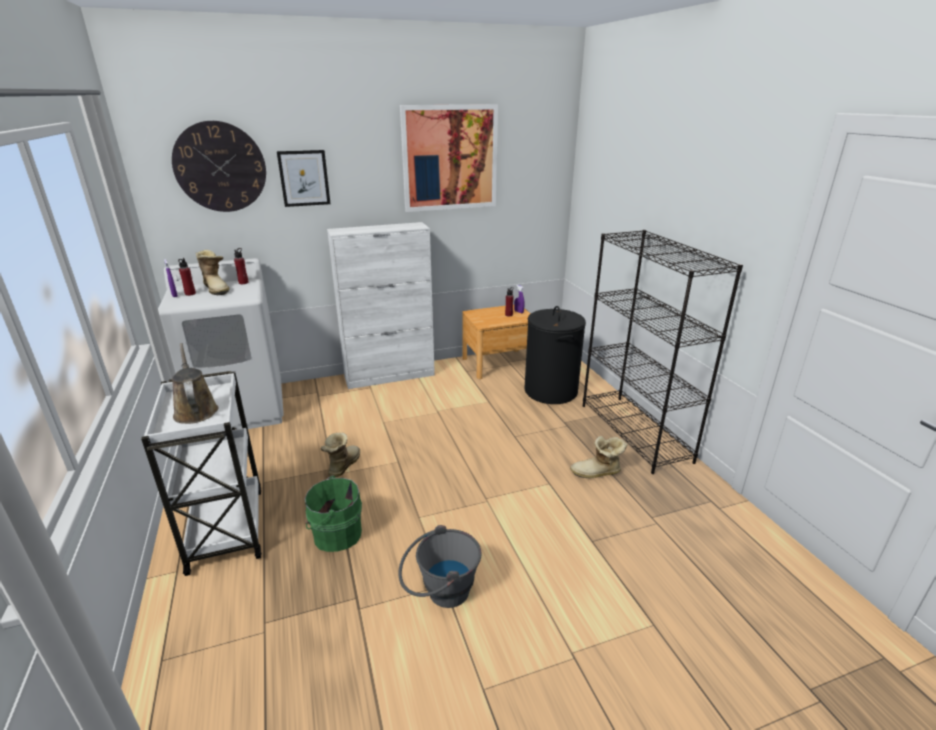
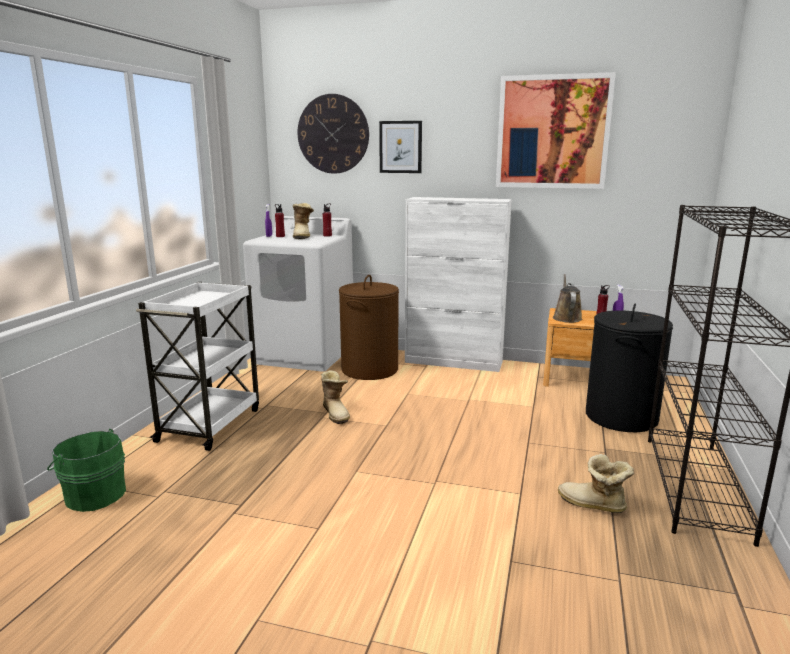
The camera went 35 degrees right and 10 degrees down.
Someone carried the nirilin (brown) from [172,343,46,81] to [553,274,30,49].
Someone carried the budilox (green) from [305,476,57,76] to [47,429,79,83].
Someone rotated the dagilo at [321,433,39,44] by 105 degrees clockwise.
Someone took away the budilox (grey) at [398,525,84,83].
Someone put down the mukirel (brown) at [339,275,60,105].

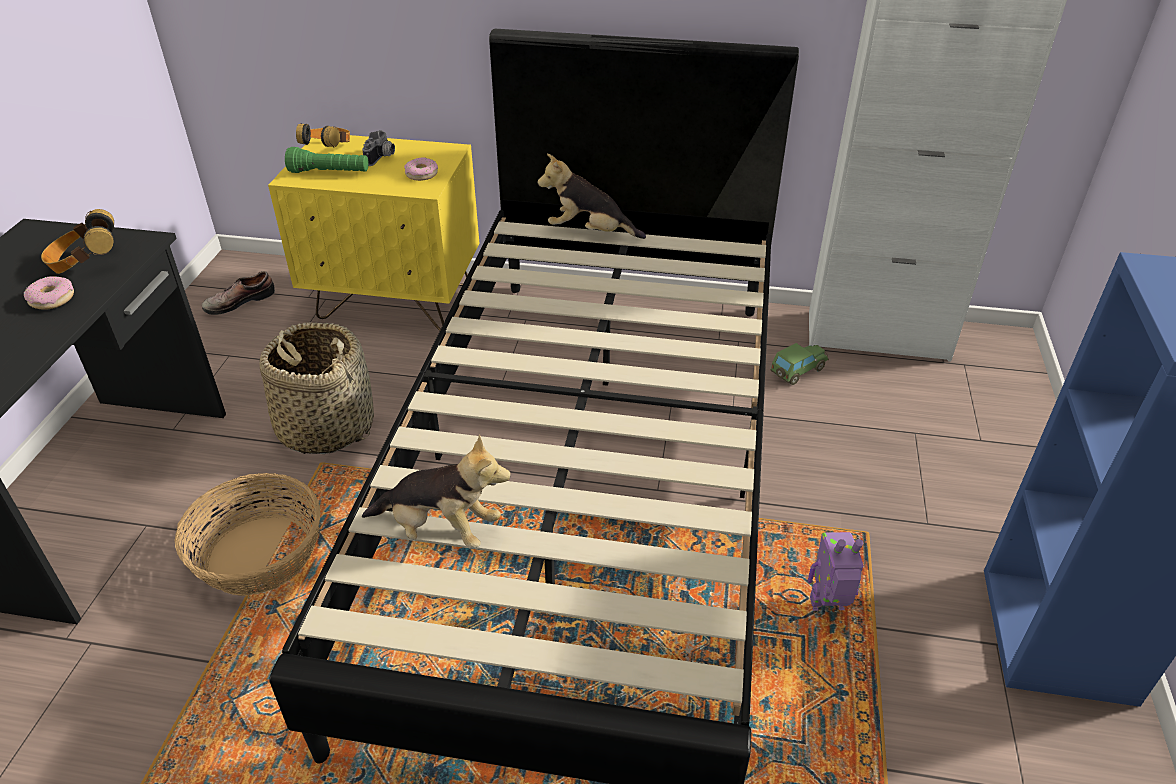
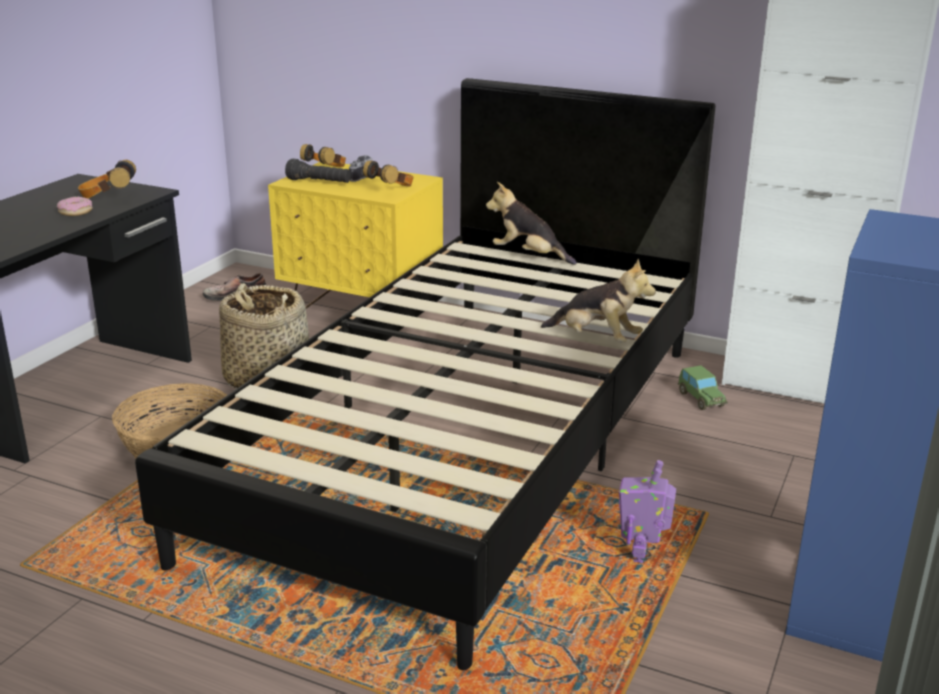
The camera went 15 degrees right and 15 degrees down.
Someone repainted the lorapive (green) at [285,147,84,26], which became the lorapive (black) at [285,159,66,24].
Someone carried the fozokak from [362,434,149,115] to [541,259,115,83].
Someone swapped the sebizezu at [404,157,34,24] for the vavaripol at [363,160,50,27].
Someone rotated the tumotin at [770,343,59,42] by 90 degrees clockwise.
Someone rotated the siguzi at [808,532,56,79] by 90 degrees counterclockwise.

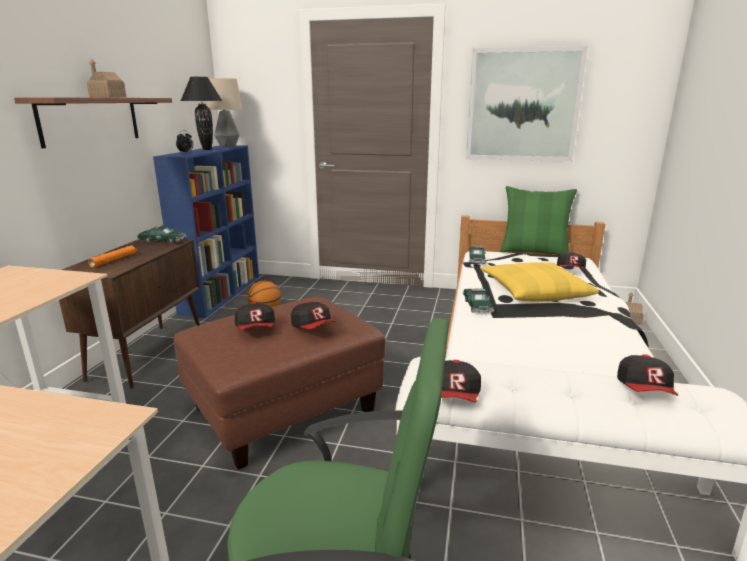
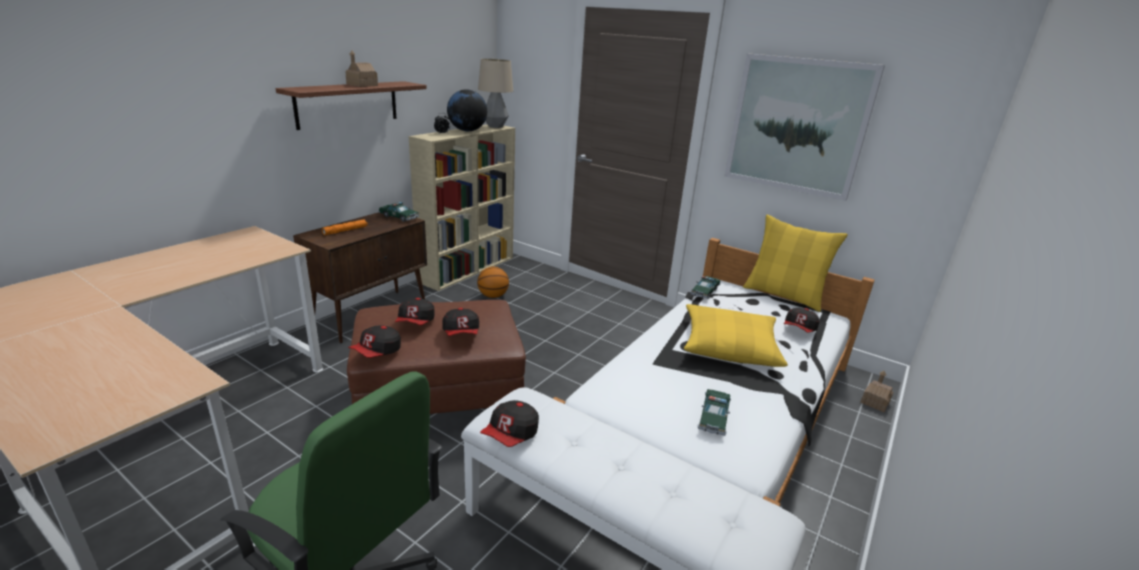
The camera went 20 degrees right and 5 degrees up.
Someone repainted the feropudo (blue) at [153,145,106,173], which became the feropudo (beige) at [409,125,106,166].
Someone swapped the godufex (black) at [181,77,41,73] for the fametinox at [447,89,40,42].
Someone carried the tumotin from [463,289,31,24] to [698,389,33,47].
Someone repainted the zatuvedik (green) at [500,186,77,69], which became the zatuvedik (yellow) at [743,215,105,97].
Someone carried the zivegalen from [617,354,61,42] to [348,325,53,33].

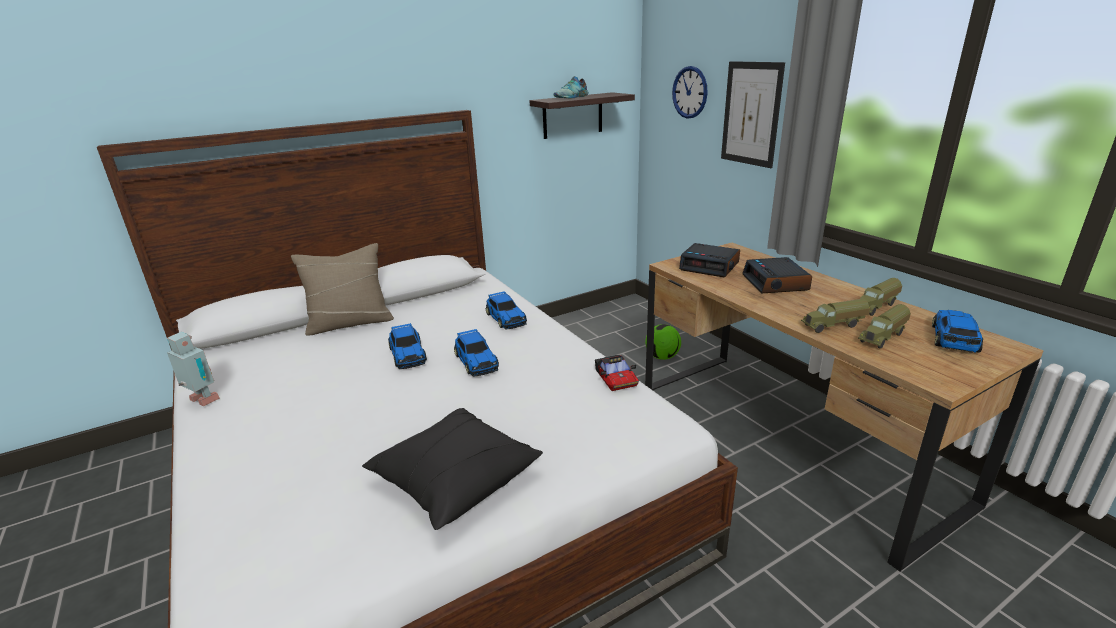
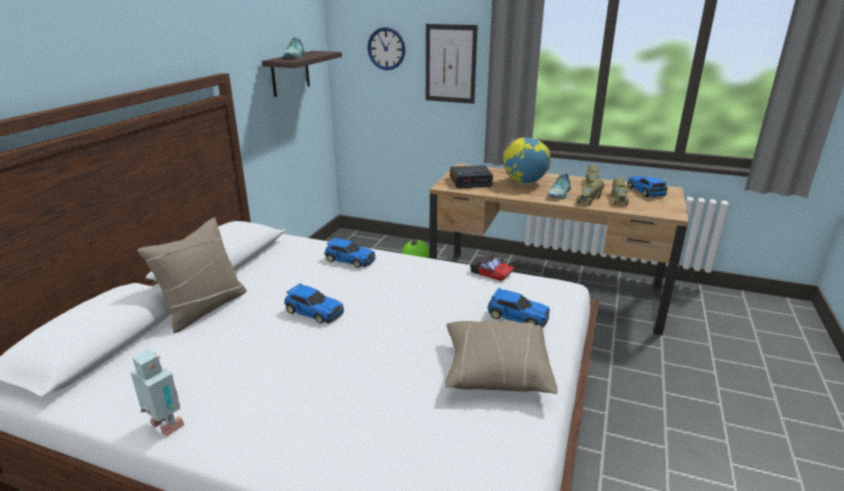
The camera went 40 degrees left and 0 degrees up.
Someone rotated the siguzi at [167,332,53,74] by 45 degrees clockwise.
Someone repainted the zatuvedik (black) at [362,408,181,122], which became the zatuvedik (beige) at [445,321,113,73].
Someone carried the tumotin from [454,329,45,48] to [487,288,63,40].
Someone swapped the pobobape at [742,257,70,36] for the fametinox at [503,138,47,47].
Someone put down the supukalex at [548,174,23,25].

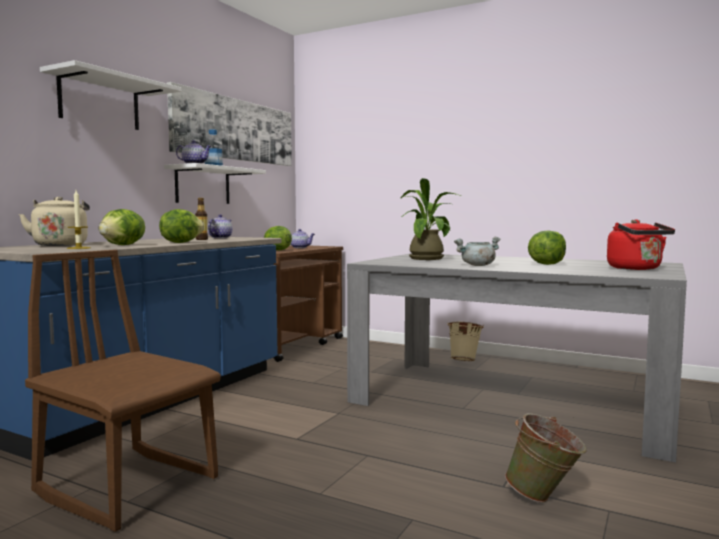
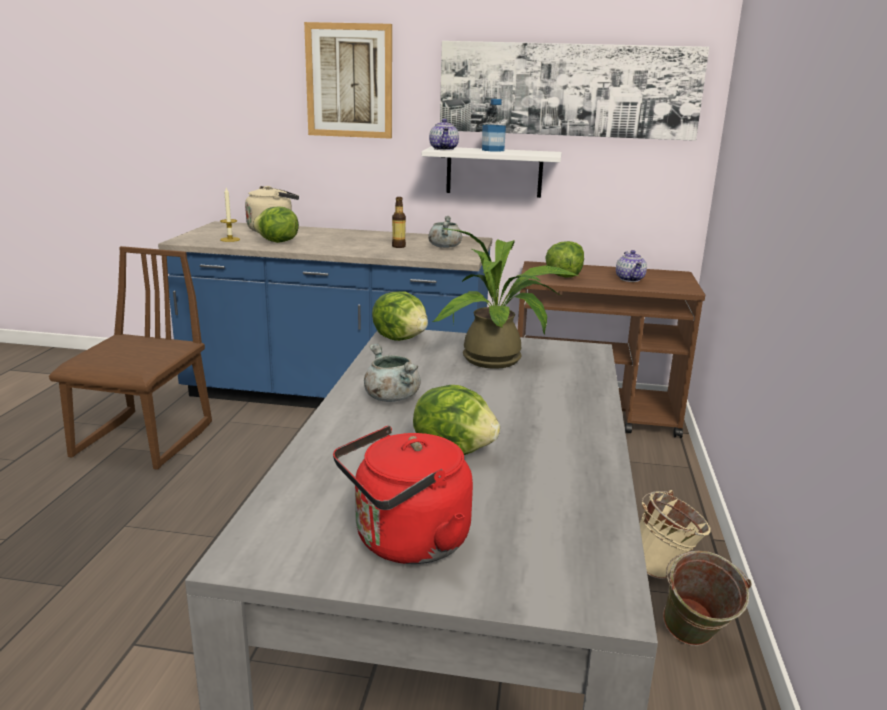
The camera went 70 degrees right and 15 degrees up.
Someone swapped the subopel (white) at [40,60,141,70] for the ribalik at [304,22,88,117].
Someone carried the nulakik from [159,209,46,34] to [372,291,56,50].
Someone swapped the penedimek at [208,214,24,24] for the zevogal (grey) at [428,216,34,32].
Someone carried the budilox (green) from [505,413,82,90] to [663,550,89,96].

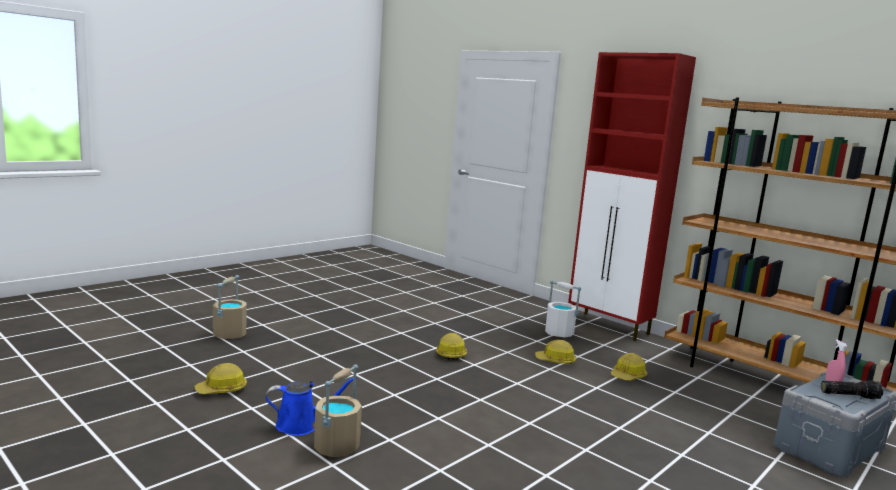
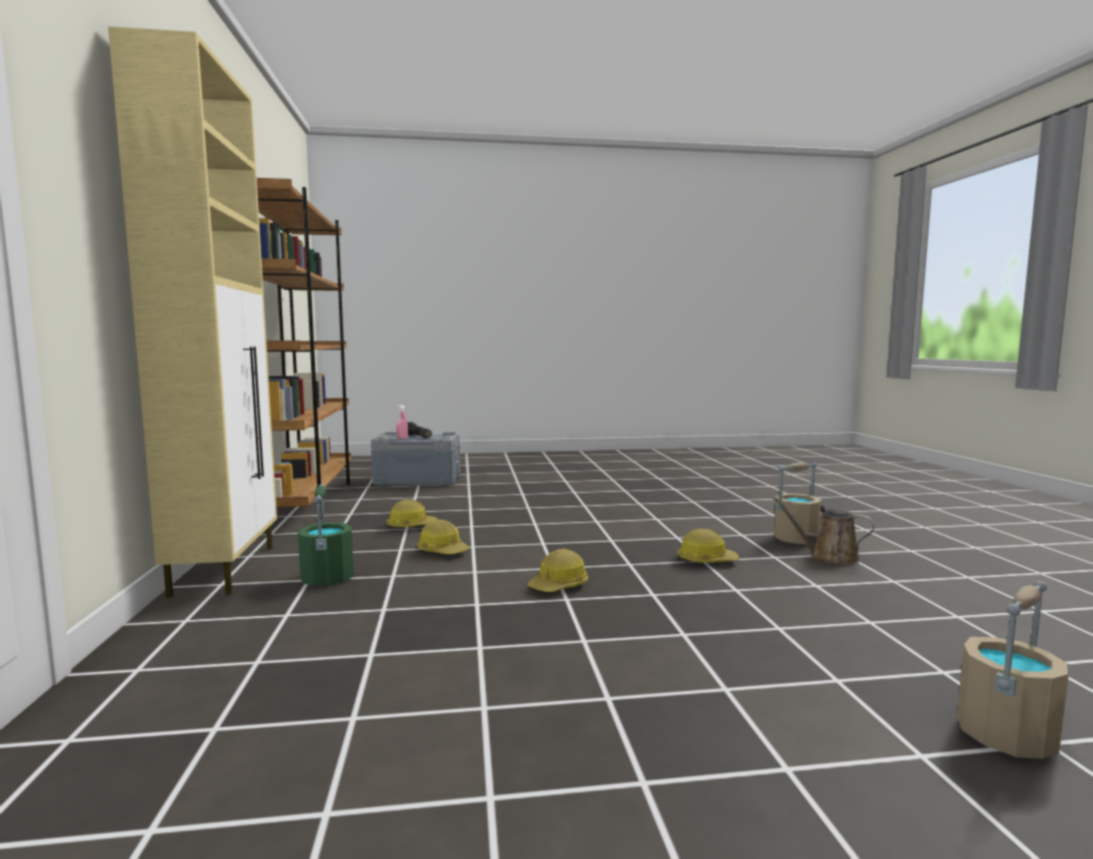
The camera went 140 degrees left and 5 degrees down.
Someone carried the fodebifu from [195,363,52,31] to [678,529,61,34].
Someone repainted the nirilin (blue) at [265,377,92,59], which became the nirilin (brown) at [772,496,103,69].
Someone repainted the budilox (white) at [545,281,36,56], which became the budilox (green) at [298,484,56,102].
Someone repainted the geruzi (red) at [568,52,128,289], which became the geruzi (beige) at [108,26,169,572].

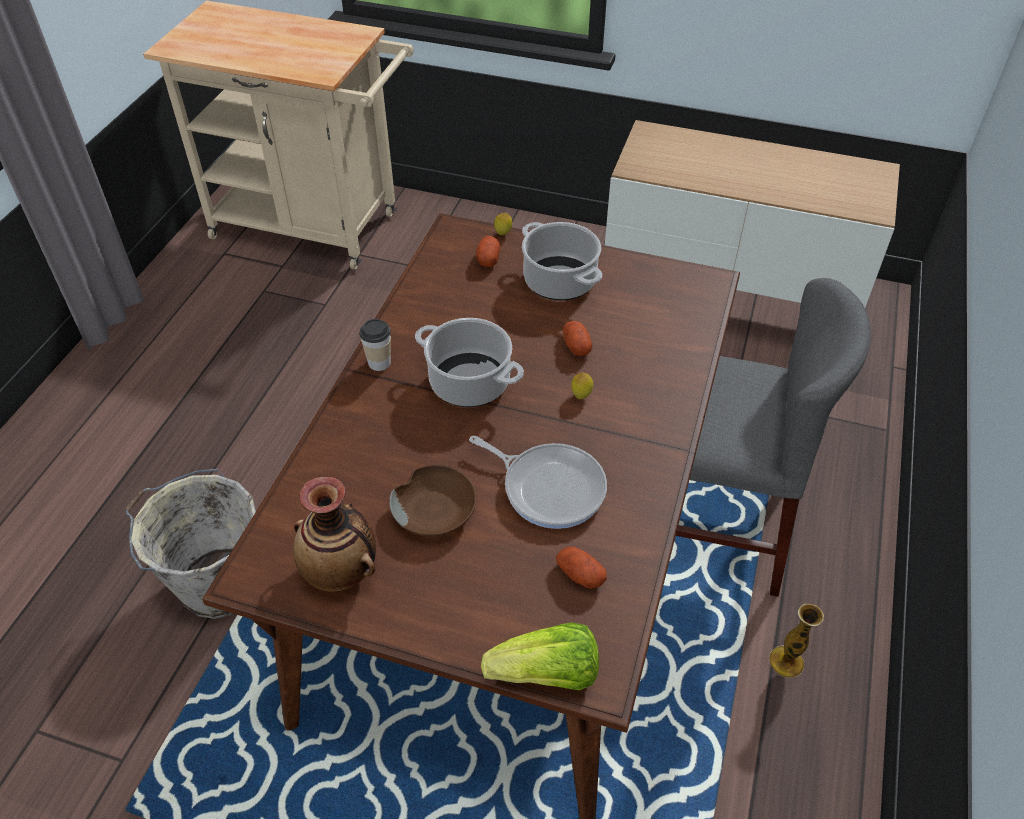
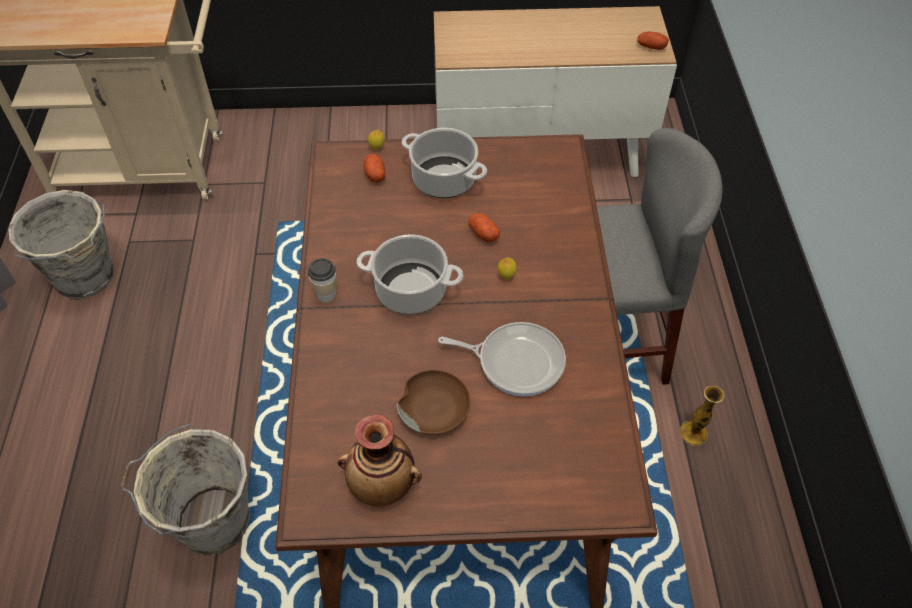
The camera went 20 degrees left and 5 degrees up.
Someone took away the nulakik at [481,622,118,68].
Someone carried the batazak from [556,547,51,42] to [637,32,32,18].
Someone put down the budilox (grey) at [8,190,106,109].

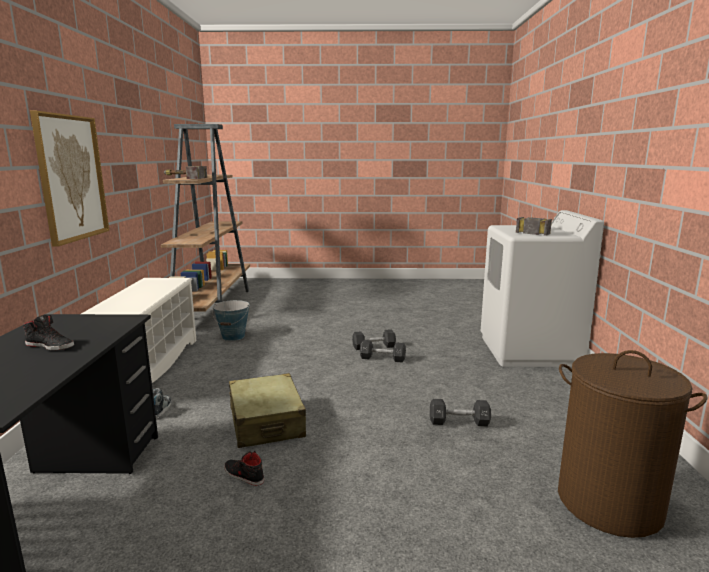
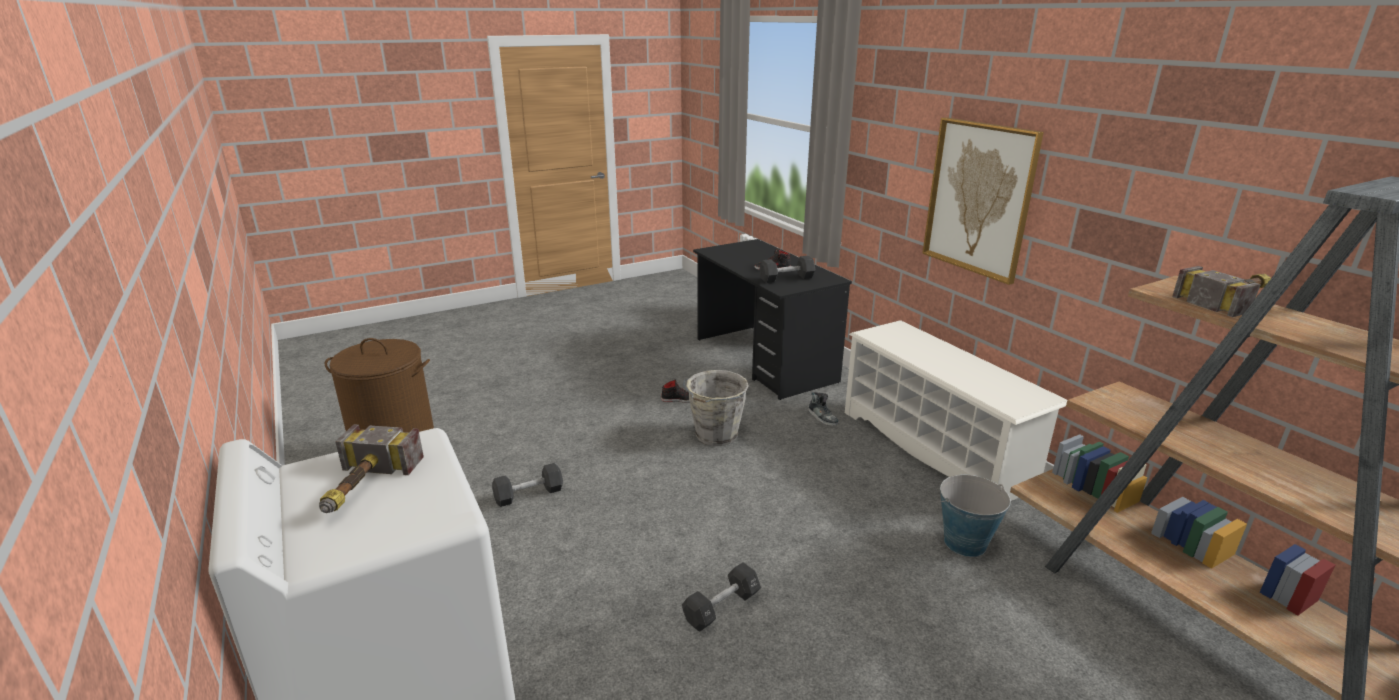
The camera went 150 degrees right and 10 degrees up.
Someone swapped the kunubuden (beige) at [229,373,77,75] for the budilox (grey) at [683,370,66,76].
Someone carried the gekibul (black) from [360,340,46,23] to [759,256,56,27].

